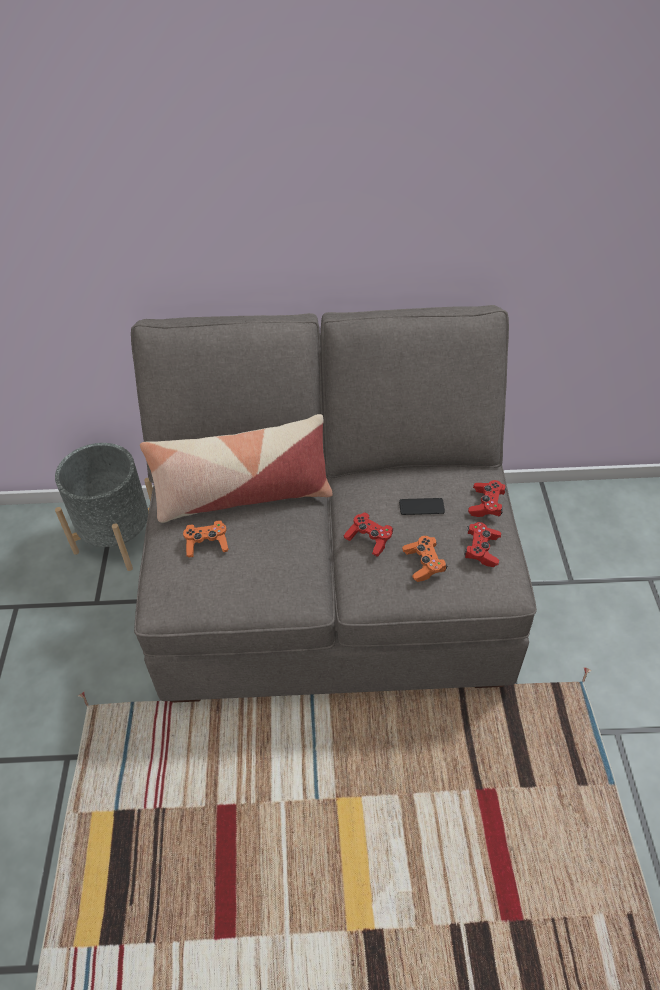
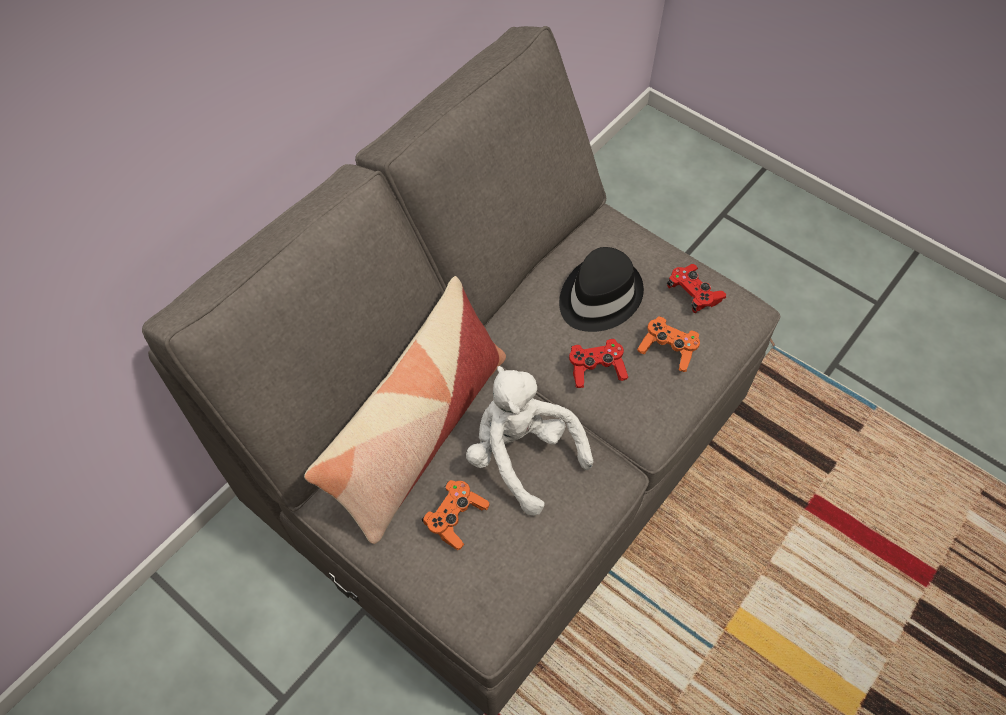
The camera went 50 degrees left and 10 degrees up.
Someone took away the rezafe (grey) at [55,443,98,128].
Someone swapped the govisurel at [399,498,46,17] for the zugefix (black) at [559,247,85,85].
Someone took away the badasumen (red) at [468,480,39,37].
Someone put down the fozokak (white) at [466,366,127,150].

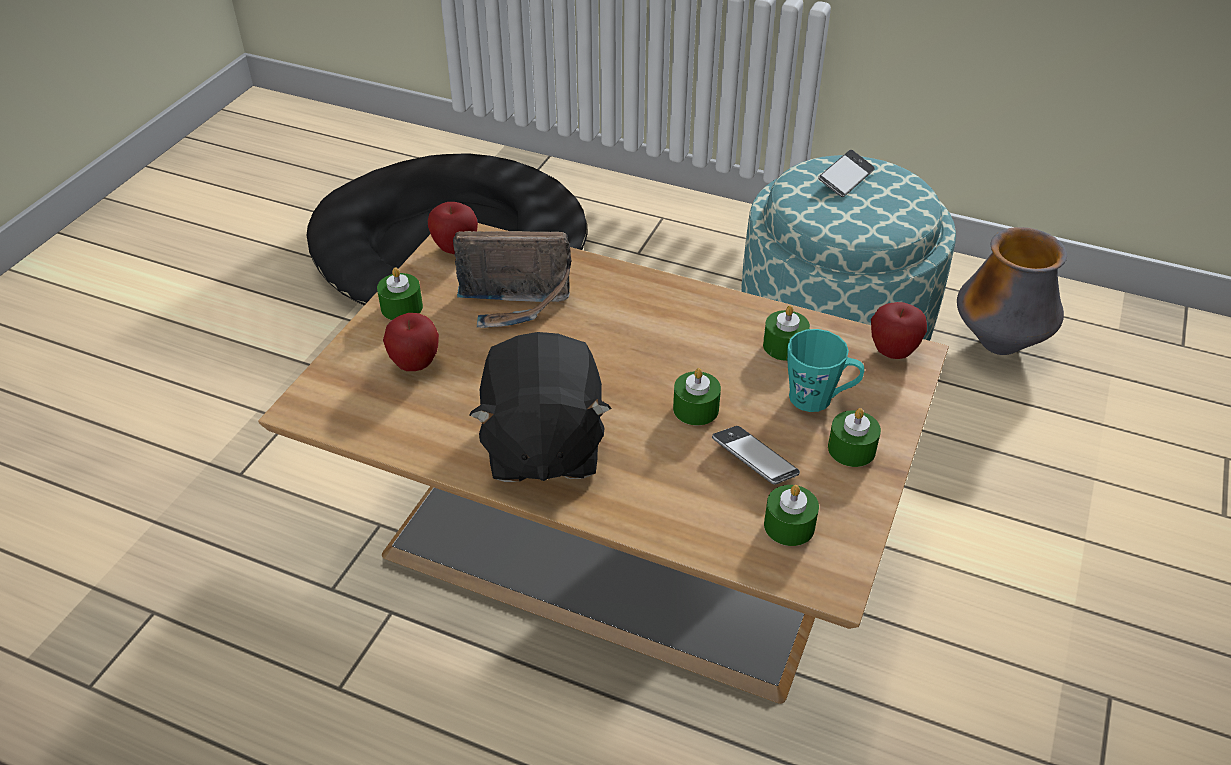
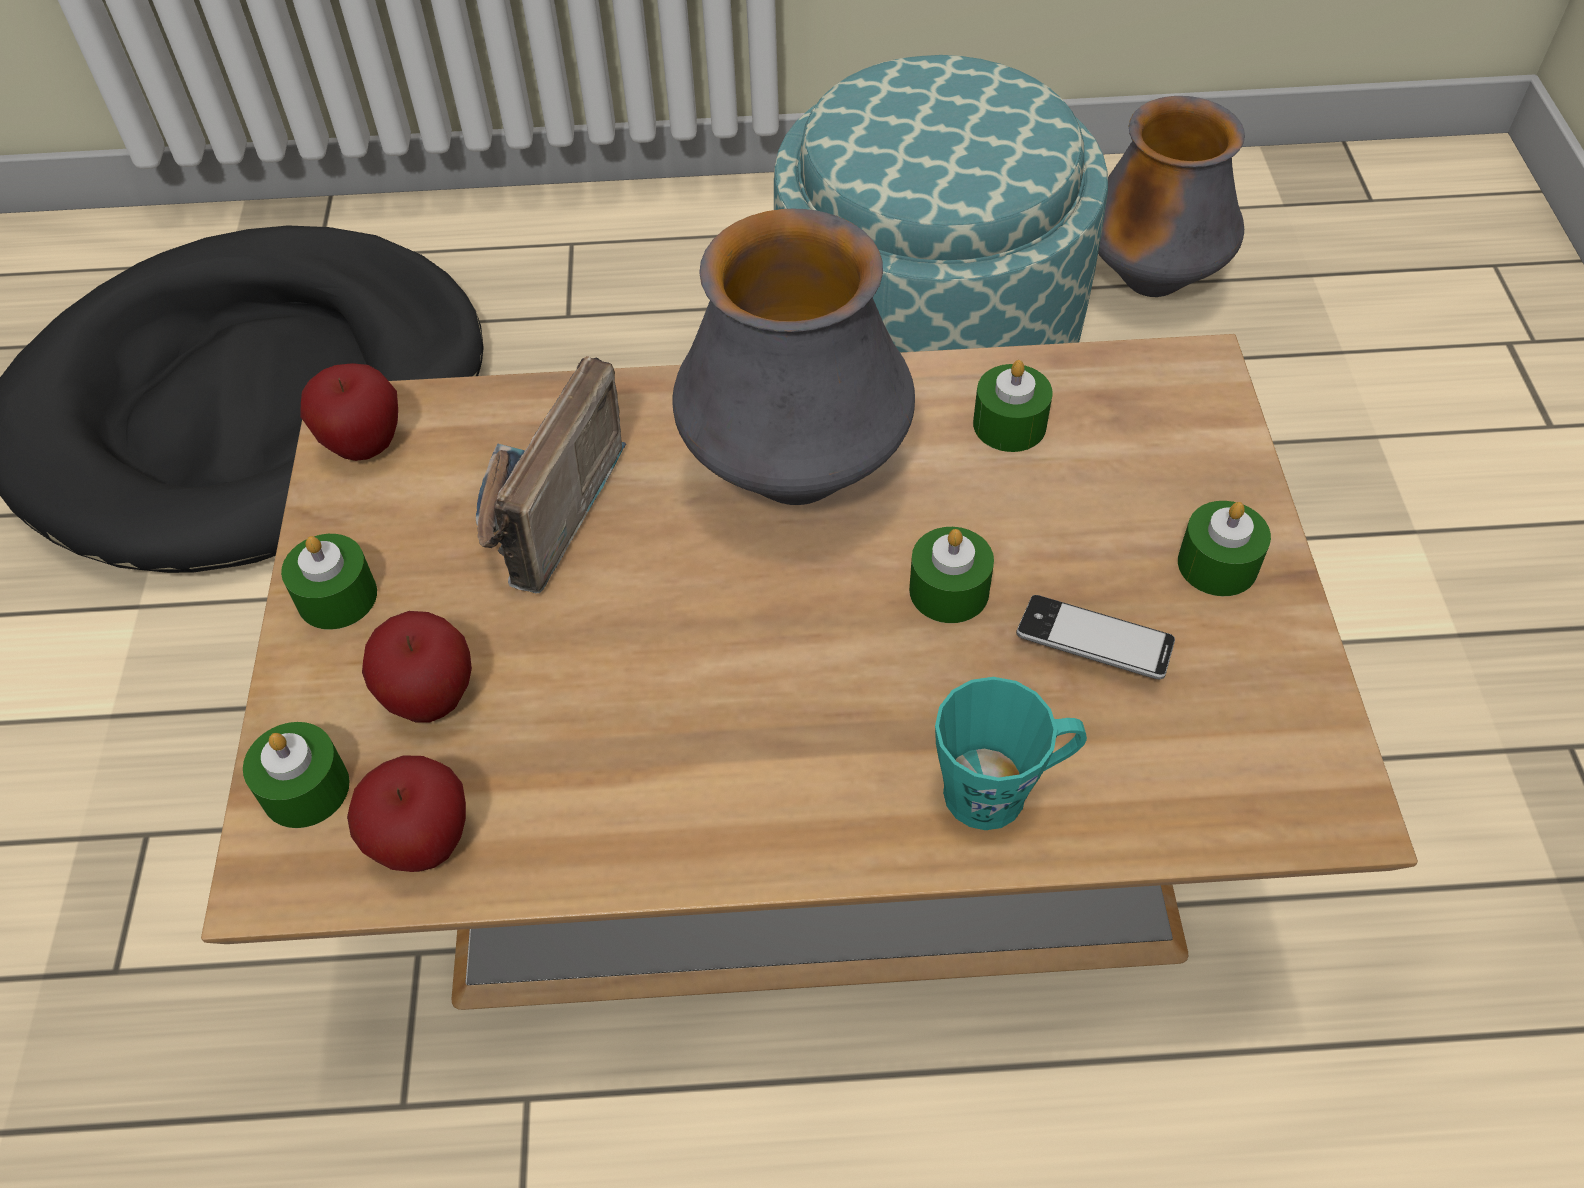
The camera went 25 degrees left and 10 degrees up.
Someone rotated the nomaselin at [453,231,119,97] by 135 degrees clockwise.
Someone took away the fozokak (black) at [469,332,142,150].
Someone carried the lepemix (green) from [764,485,55,61] to [243,722,107,106].
Someone carried the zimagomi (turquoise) from [787,329,77,83] to [935,677,152,153].
Someone took away the govisurel at [818,150,57,47].
Someone carried the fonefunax from [871,302,56,57] to [347,755,119,117].
Someone put down the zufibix at [673,209,242,296].

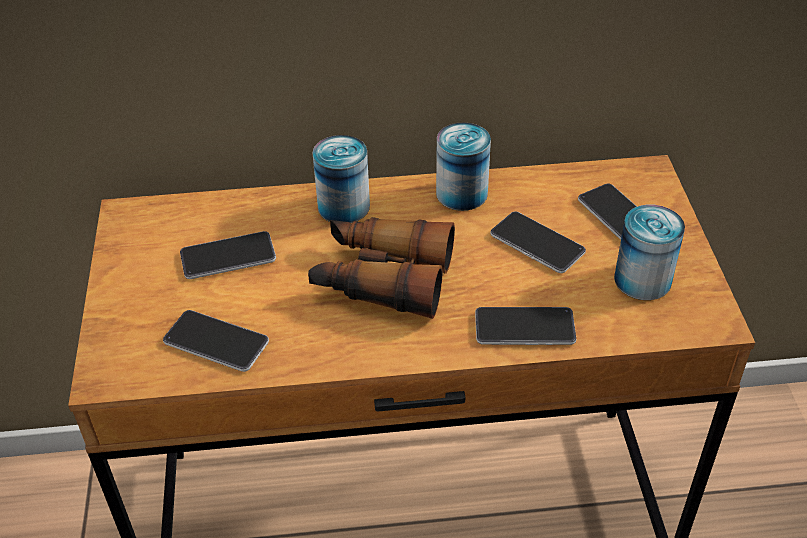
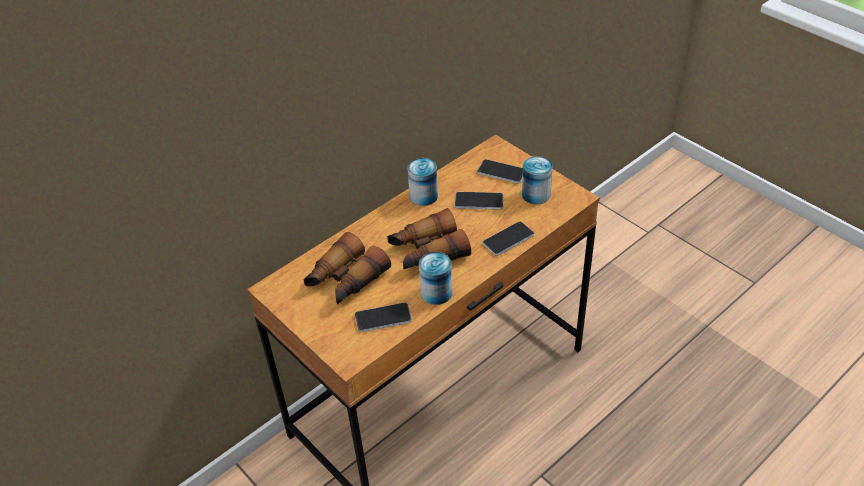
The camera went 35 degrees left and 0 degrees up.
Someone swapped the govisurel at [180,231,96,48] for the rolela at [304,232,87,72].
Someone carried the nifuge from [313,135,57,88] to [419,252,33,53].

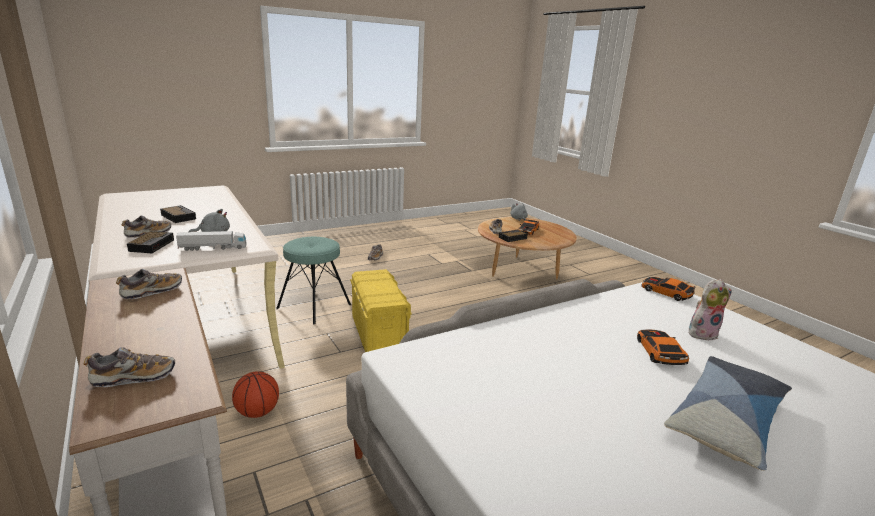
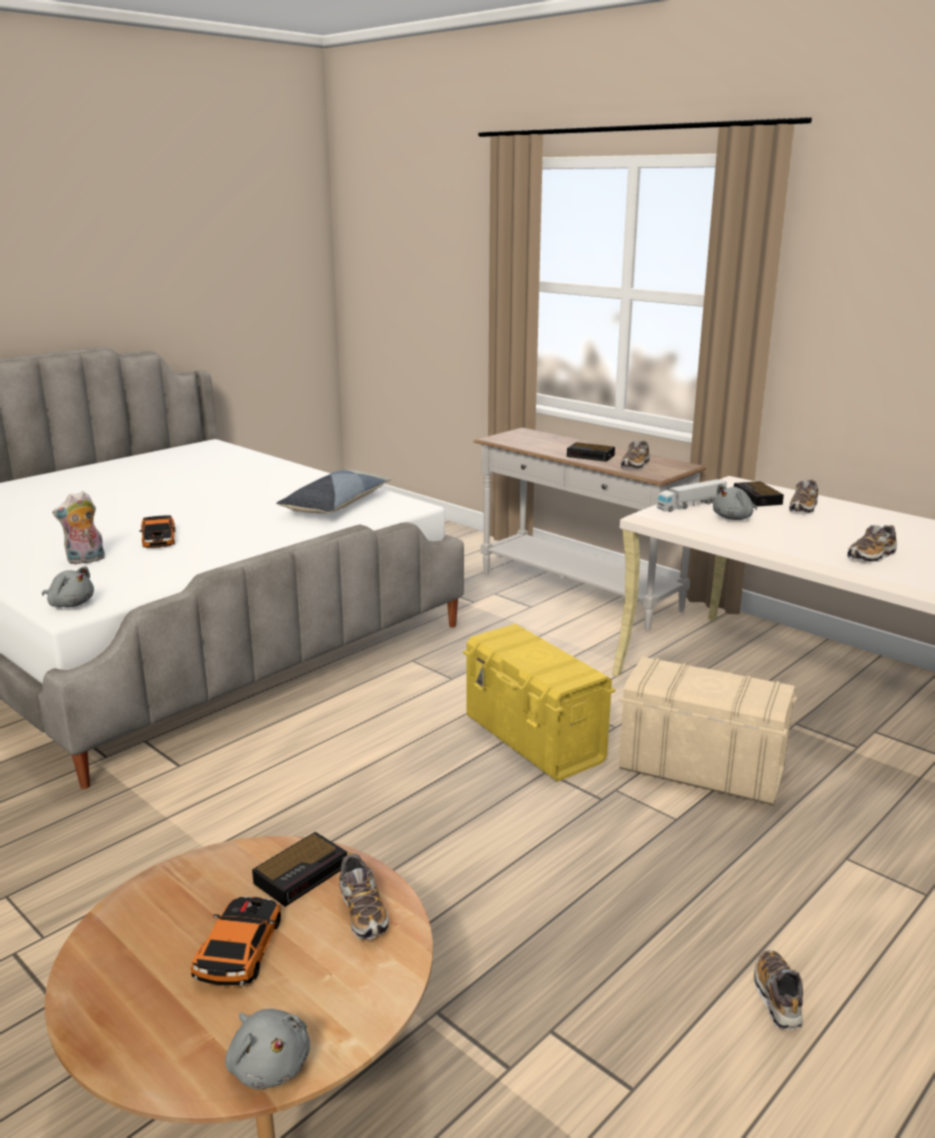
The camera went 165 degrees right and 0 degrees up.
Someone carried the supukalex from [84,347,91,40] to [847,525,50,37].
Someone carried the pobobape from [160,205,36,18] to [567,442,48,20].
Someone took away the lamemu at [232,371,47,47].
Someone swapped the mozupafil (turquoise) at [276,237,75,87] for the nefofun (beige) at [619,657,178,148].
Someone swapped the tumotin at [641,277,54,24] for the fozokak (grey) at [42,566,52,41].
Someone carried the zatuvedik from [664,356,128,115] to [276,470,115,44].

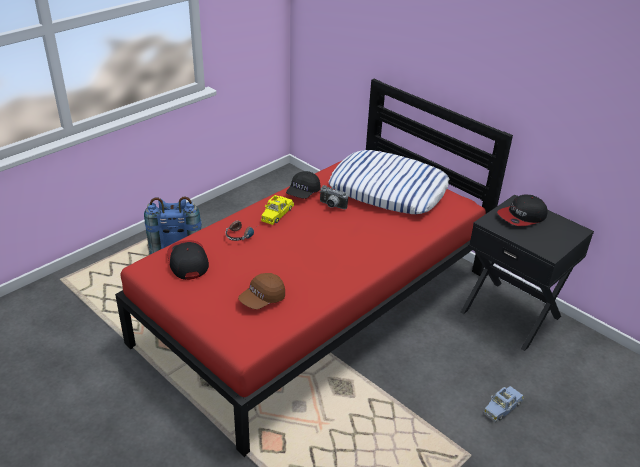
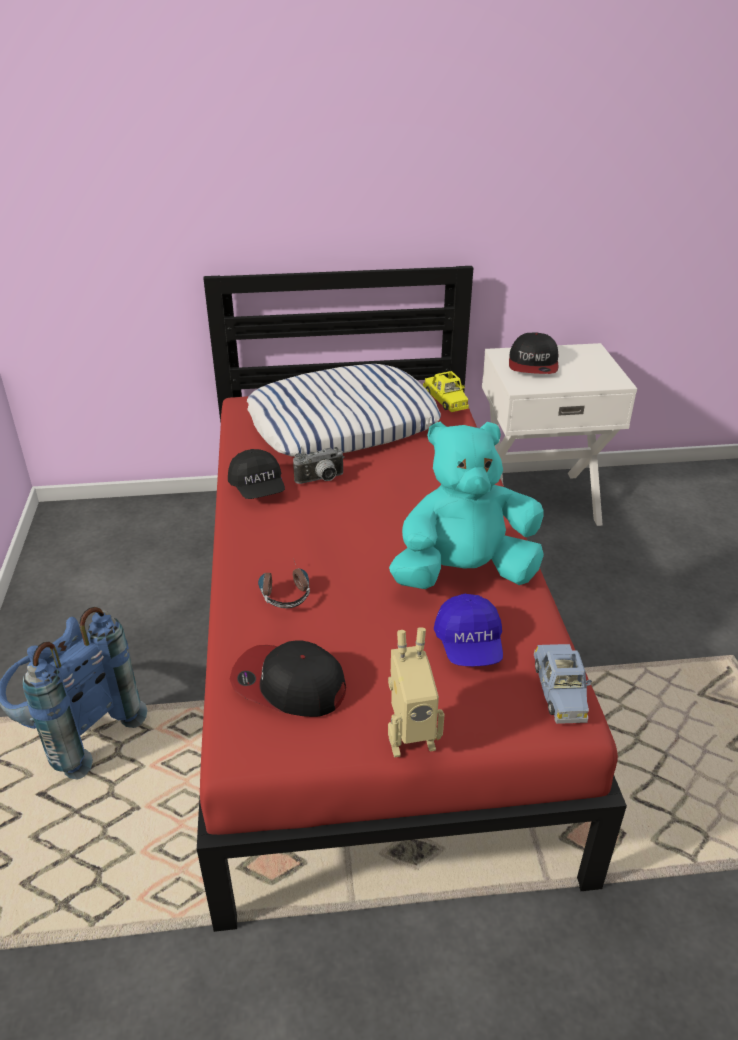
The camera went 50 degrees left and 0 degrees up.
Someone repainted the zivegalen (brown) at [238,273,47,37], which became the zivegalen (blue) at [434,594,69,72].
Someone carried the tumotin (yellow) from [261,195,33,30] to [423,371,46,41].
Someone repainted the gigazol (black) at [461,195,133,156], which became the gigazol (white) at [482,343,155,183].
Someone carried the tumotin (blue) from [483,386,41,36] to [534,644,58,80].
Someone put down the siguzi at [388,627,57,130].
Someone put down the fozokak (turquoise) at [389,422,155,167].

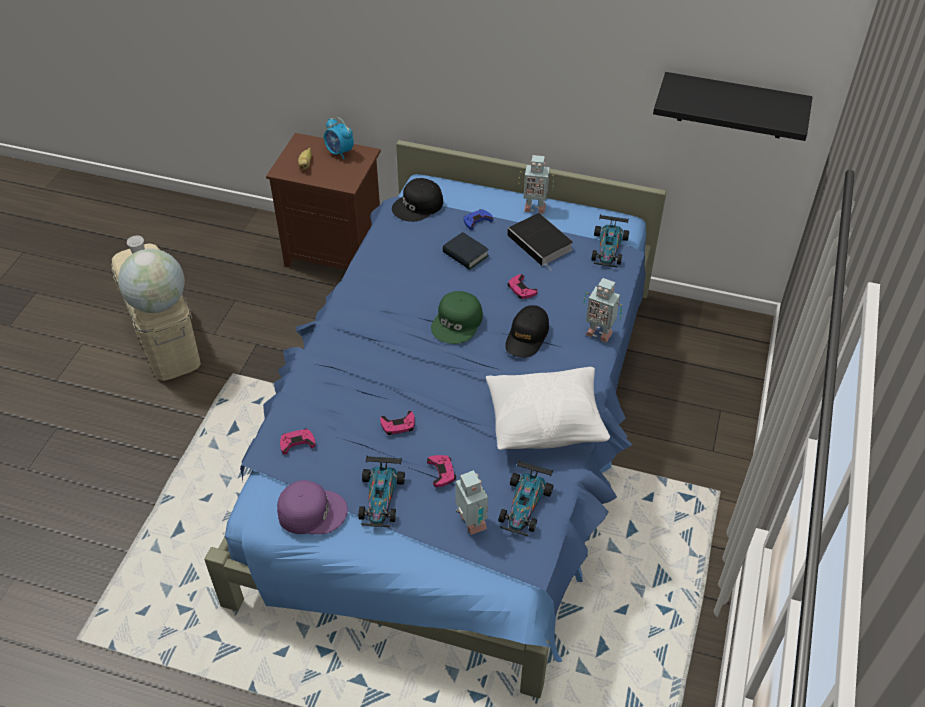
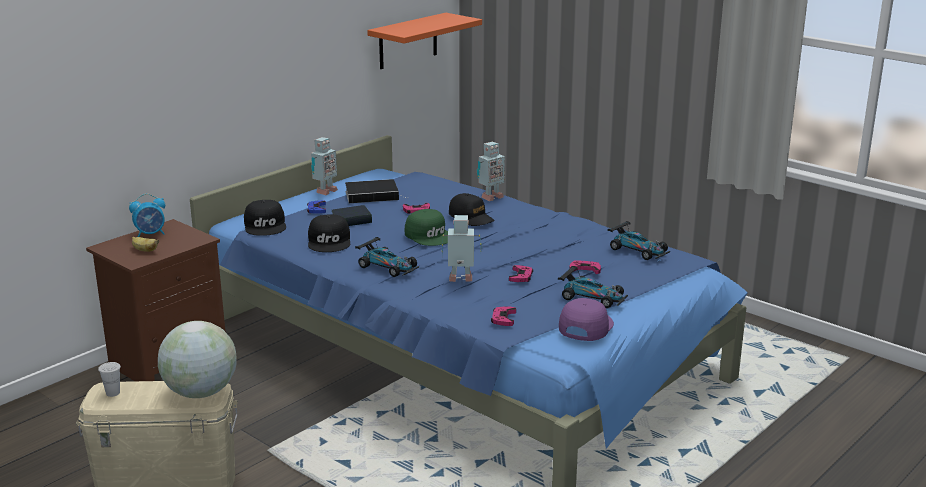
The camera went 65 degrees left and 25 degrees down.
Someone carried the siguzi from [455,470,33,65] to [442,215,40,67].
Someone took away the zatuvedik (white) at [486,367,124,83].
Someone carried the tumotin from [591,214,38,53] to [355,237,64,40].
Someone repainted the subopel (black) at [653,72,160,69], which became the subopel (orange) at [367,13,115,56].
Someone put down the zivegalen (black) at [308,214,42,38].

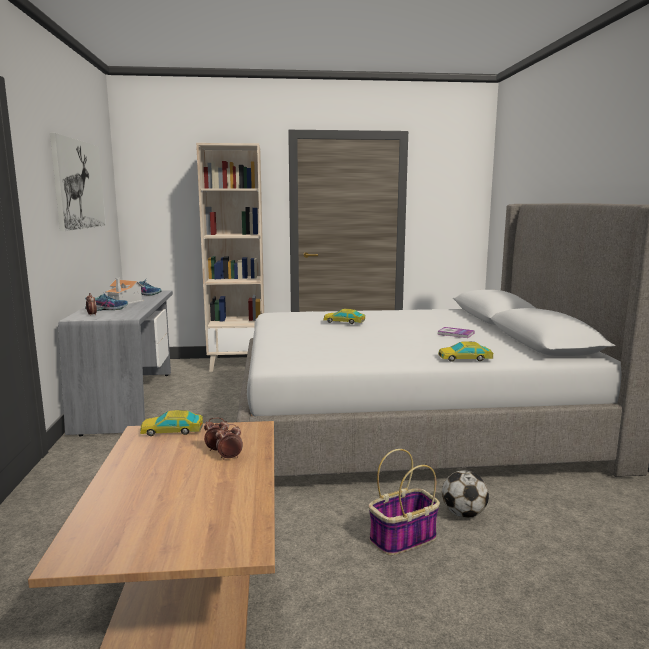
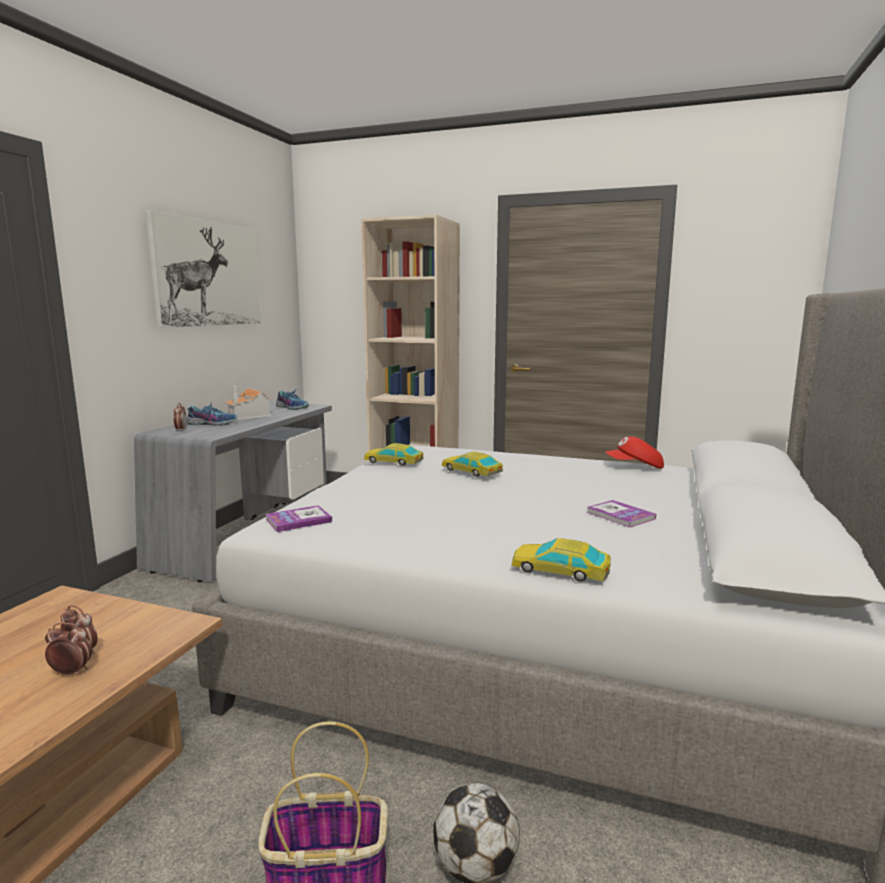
The camera went 25 degrees right and 0 degrees up.
Someone carried the tumotin from [140,410,63,26] to [364,443,60,23].
Someone put down the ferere at [266,505,66,27].
Someone put down the zivegalen (red) at [605,436,59,33].

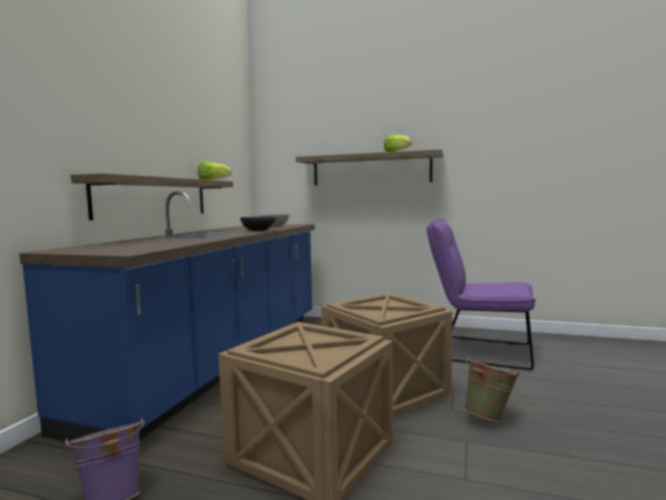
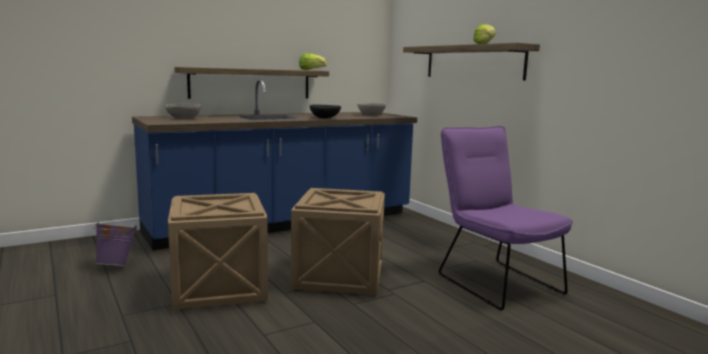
The camera went 40 degrees right and 5 degrees up.
Someone took away the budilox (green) at [464,357,56,65].
Someone put down the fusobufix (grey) at [165,104,36,15].

